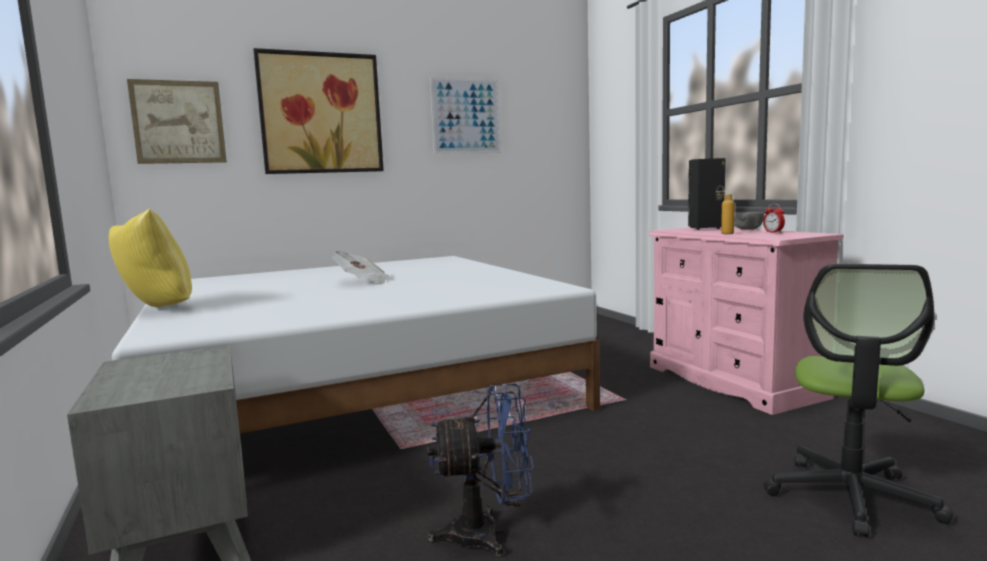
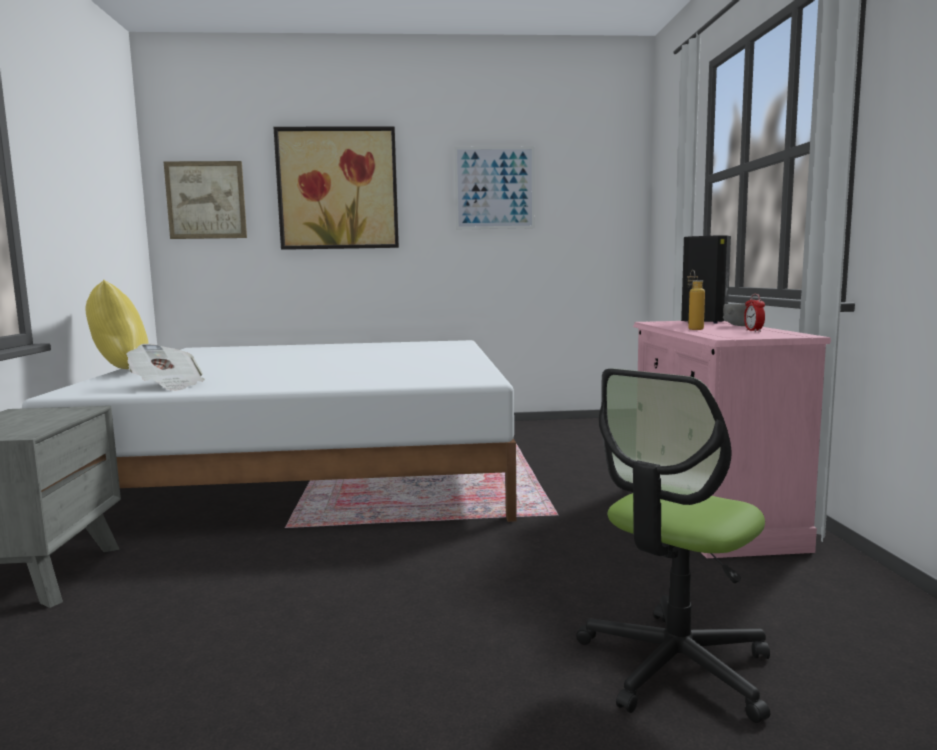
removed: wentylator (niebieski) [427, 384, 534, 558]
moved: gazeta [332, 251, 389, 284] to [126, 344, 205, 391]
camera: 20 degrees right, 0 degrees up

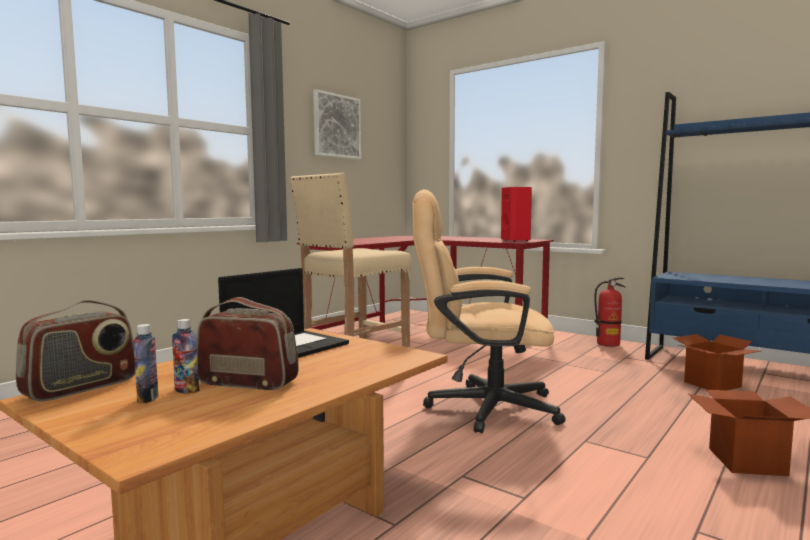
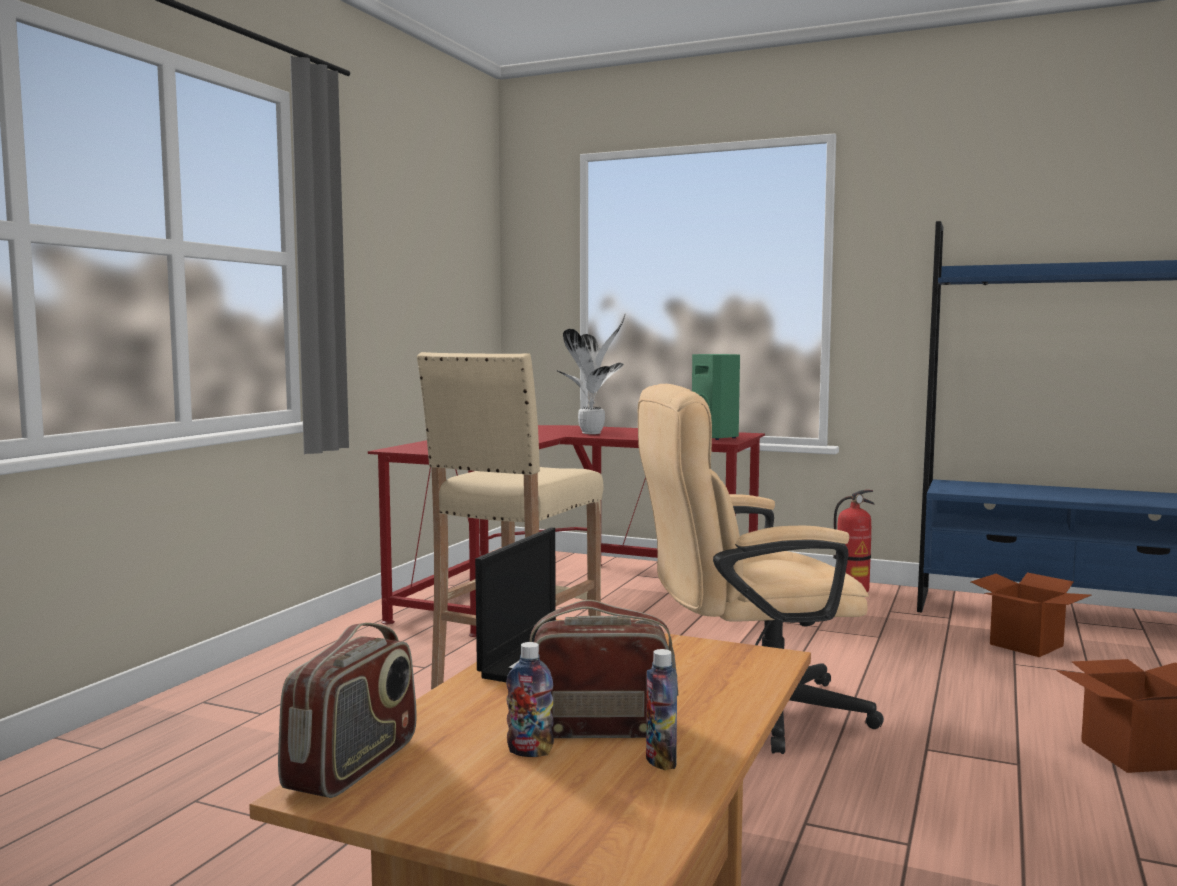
removed: obraz [313, 89, 361, 159]
added: roślina doniczkowa [556, 313, 626, 434]
moved: butelka [133, 324, 158, 403] to [646, 649, 677, 770]
recoloured: głośnik (czerwony) [501, 187, 532, 242] to głośnik (zielony) [692, 354, 740, 440]
camera: 15 degrees left, 0 degrees up

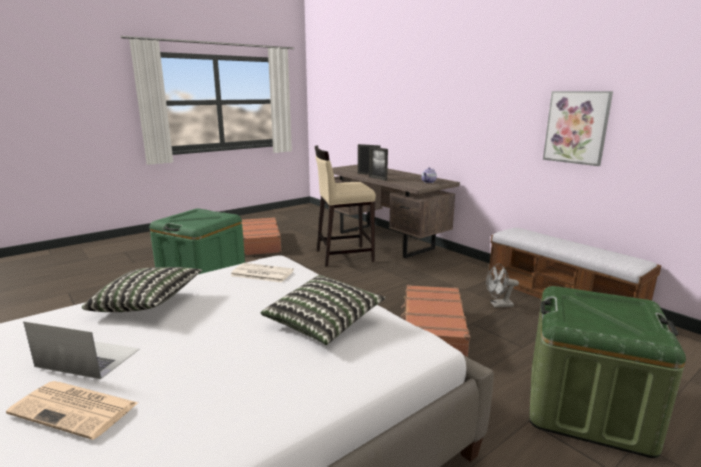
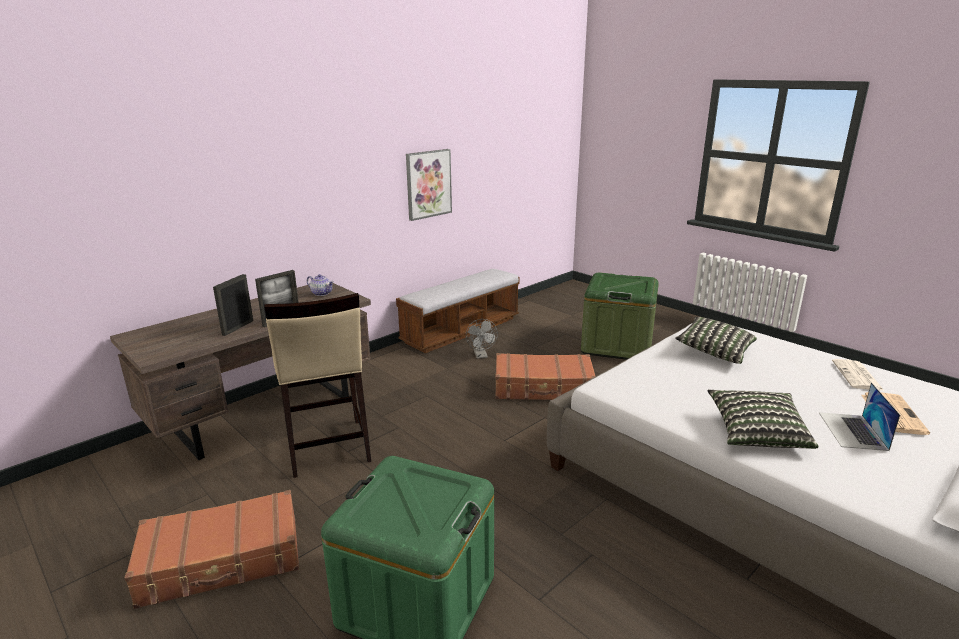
moved: gazeta [230, 263, 294, 283] to [832, 359, 884, 390]
camera: 95 degrees left, 5 degrees up

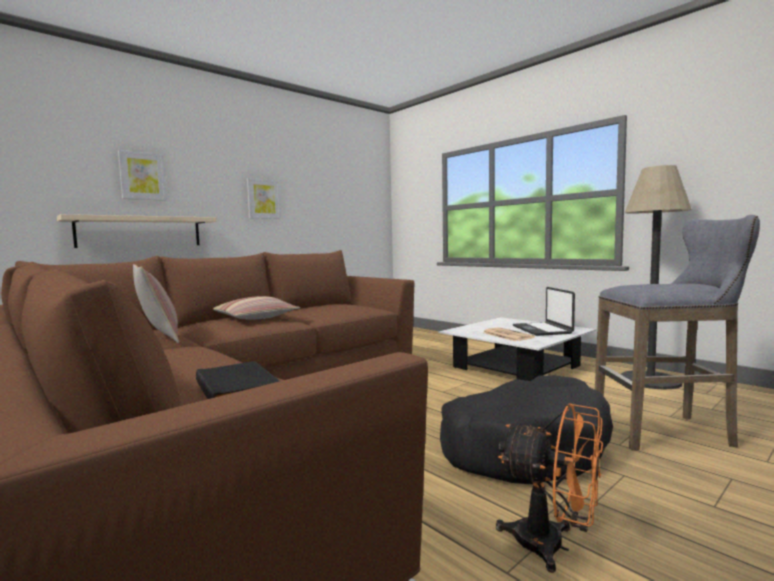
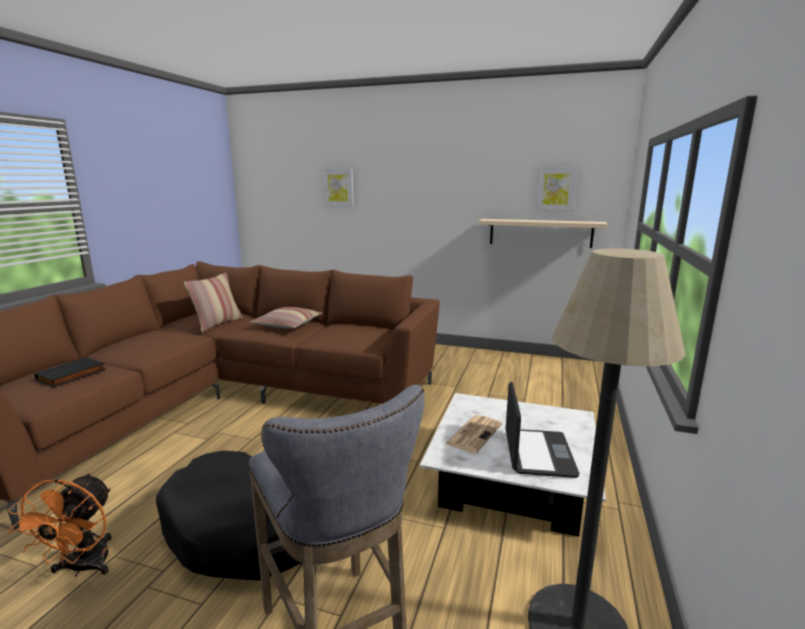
moved: obraz [247, 178, 281, 219] to [536, 167, 578, 211]; półka (beżowy) [57, 214, 217, 248] to [479, 219, 608, 248]
turned: laptop [513, 287, 575, 336] = [506, 382, 580, 478] 135 degrees clockwise
camera: 60 degrees right, 10 degrees up

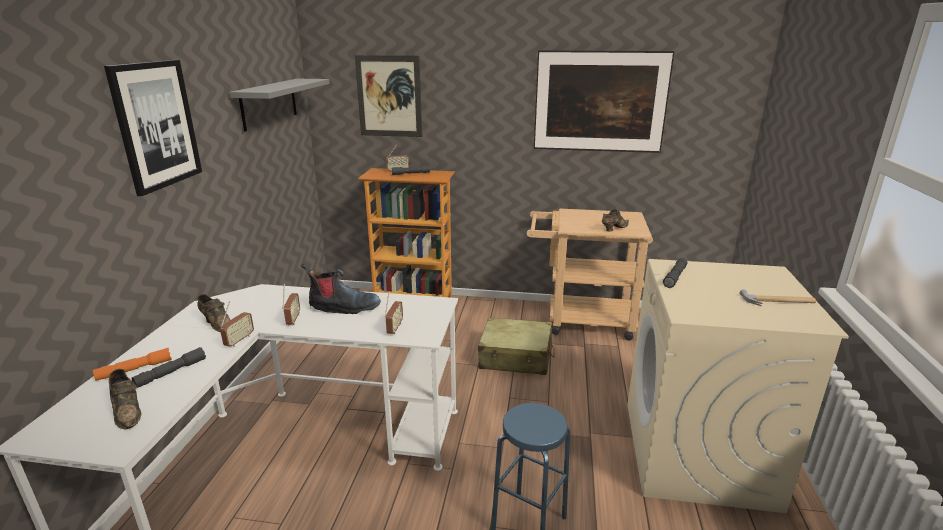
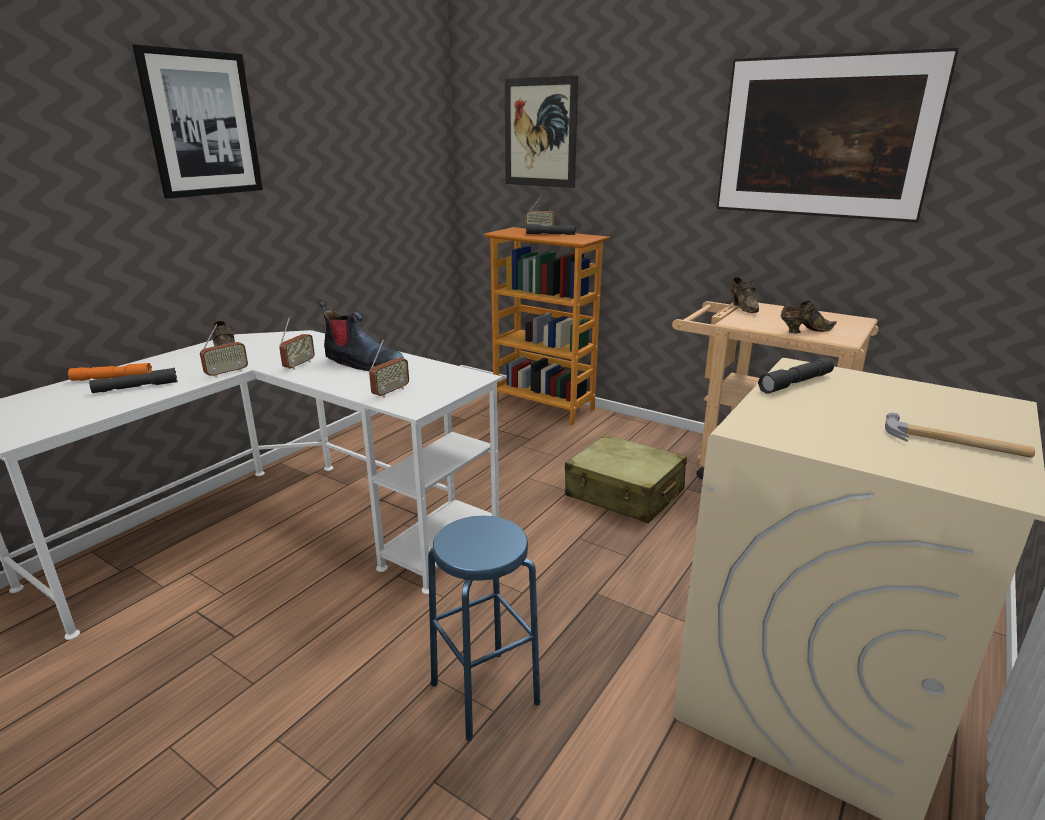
removed: półka (szary) [229, 79, 330, 132]
moved: but (brązowy) [109, 369, 141, 430] to [730, 277, 759, 313]
camera: 25 degrees right, 0 degrees up

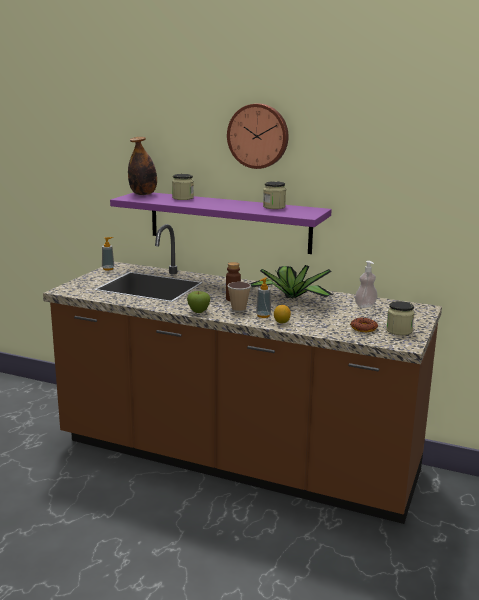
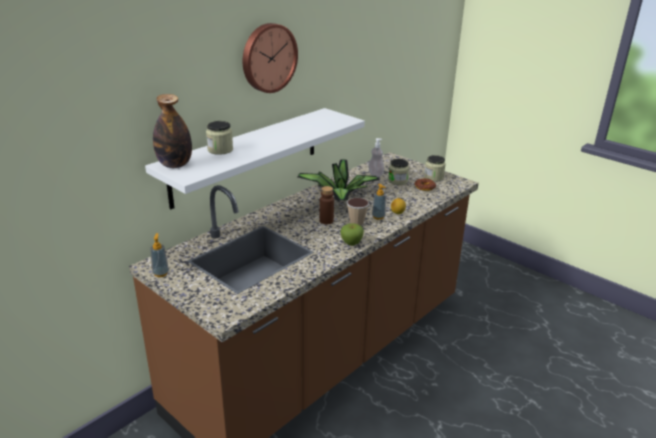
moved: słoik [263, 181, 286, 209] to [388, 159, 409, 185]
recoloured: półka (fioletowy) [110, 193, 332, 254] to półka (biały) [145, 108, 365, 209]
camera: 70 degrees left, 10 degrees up

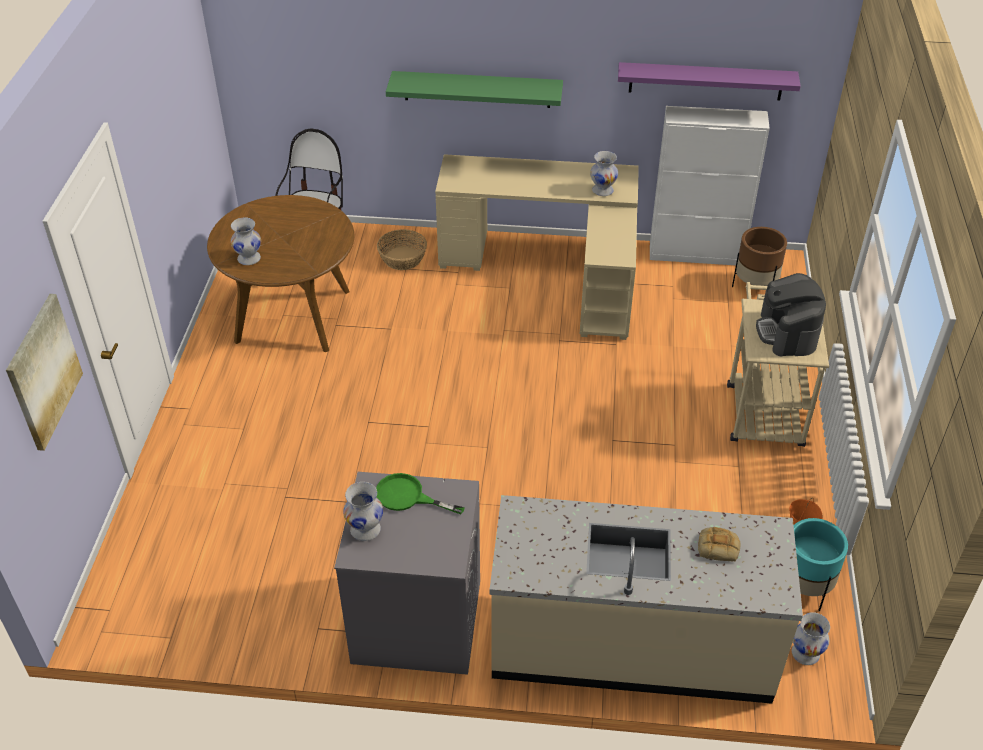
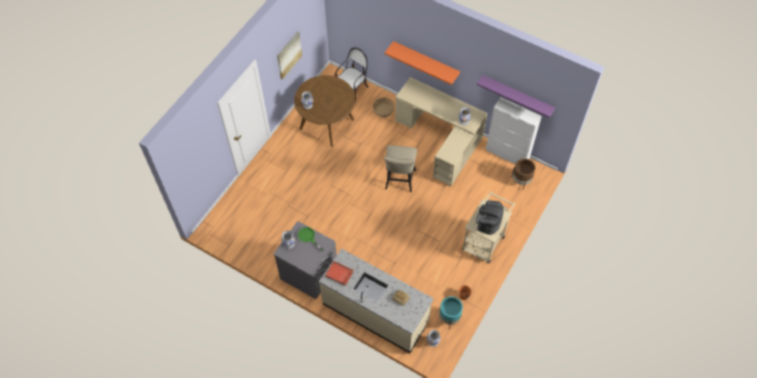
added: stołek (beżowy) [384, 145, 417, 192]; taca (czerwony) [325, 260, 354, 286]
moved: obraz [6, 294, 83, 451] to [277, 31, 302, 80]
recoloured: półka (zielony) [386, 71, 563, 108] to półka (pomarańczowy) [385, 41, 460, 85]
camera: 25 degrees right, 15 degrees up

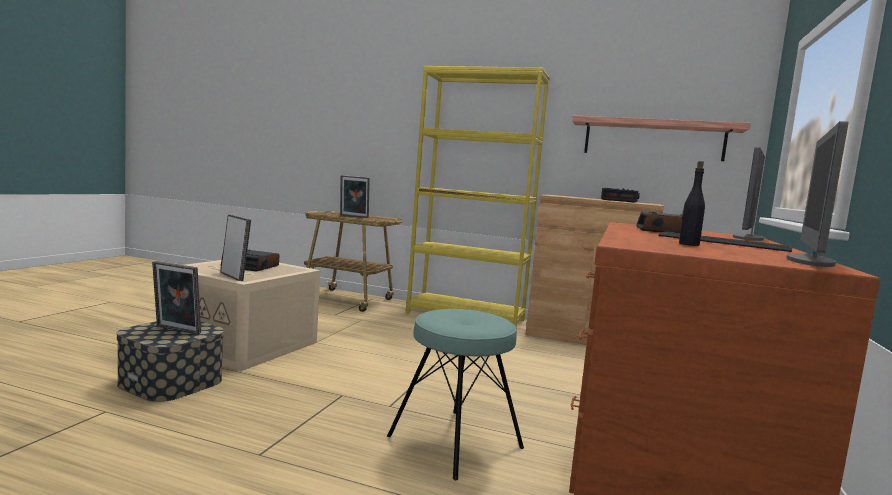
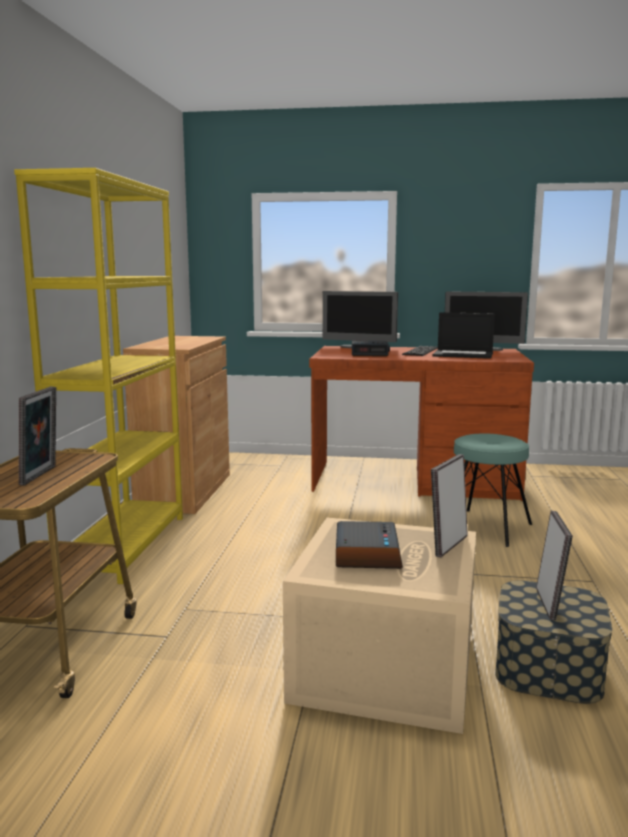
removed: półka [572, 116, 751, 161]; budzik [601, 188, 640, 203]
replaced: butelka (czarny) [679, 161, 705, 246] to laptop [432, 312, 495, 359]
camera: 100 degrees left, 5 degrees up

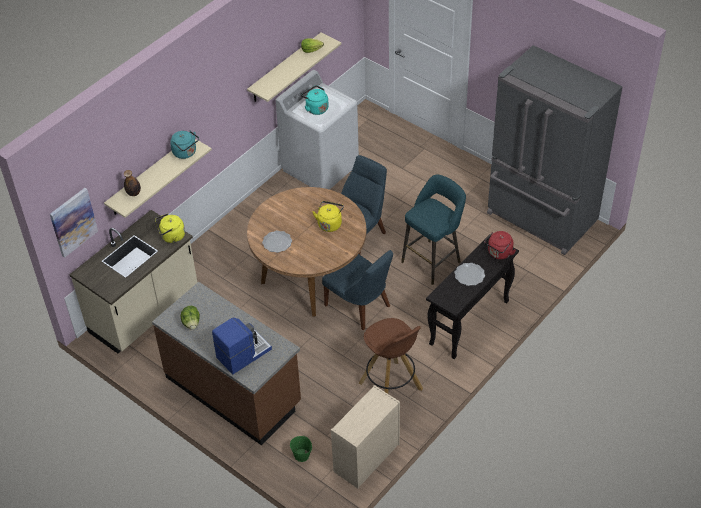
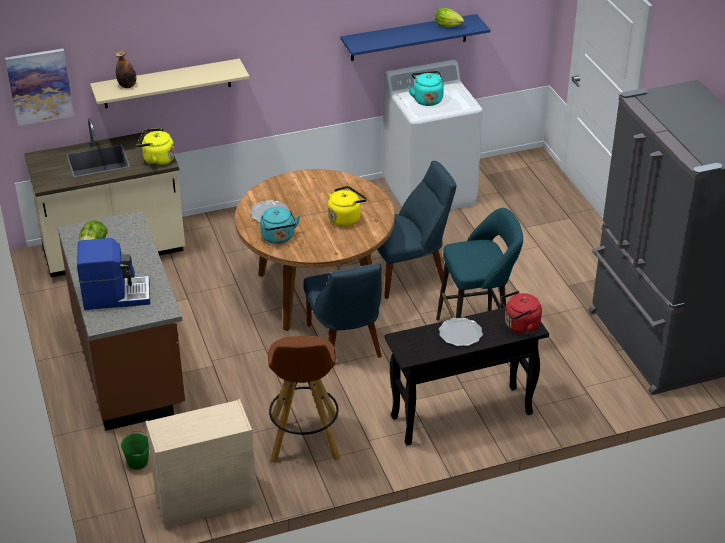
moved: czajnik (turkusowy) [170, 130, 199, 159] to [260, 207, 300, 244]
recoloured: półka (beżowy) [247, 32, 342, 102] to półka (niebieski) [341, 14, 490, 61]
camera: 30 degrees right, 10 degrees down

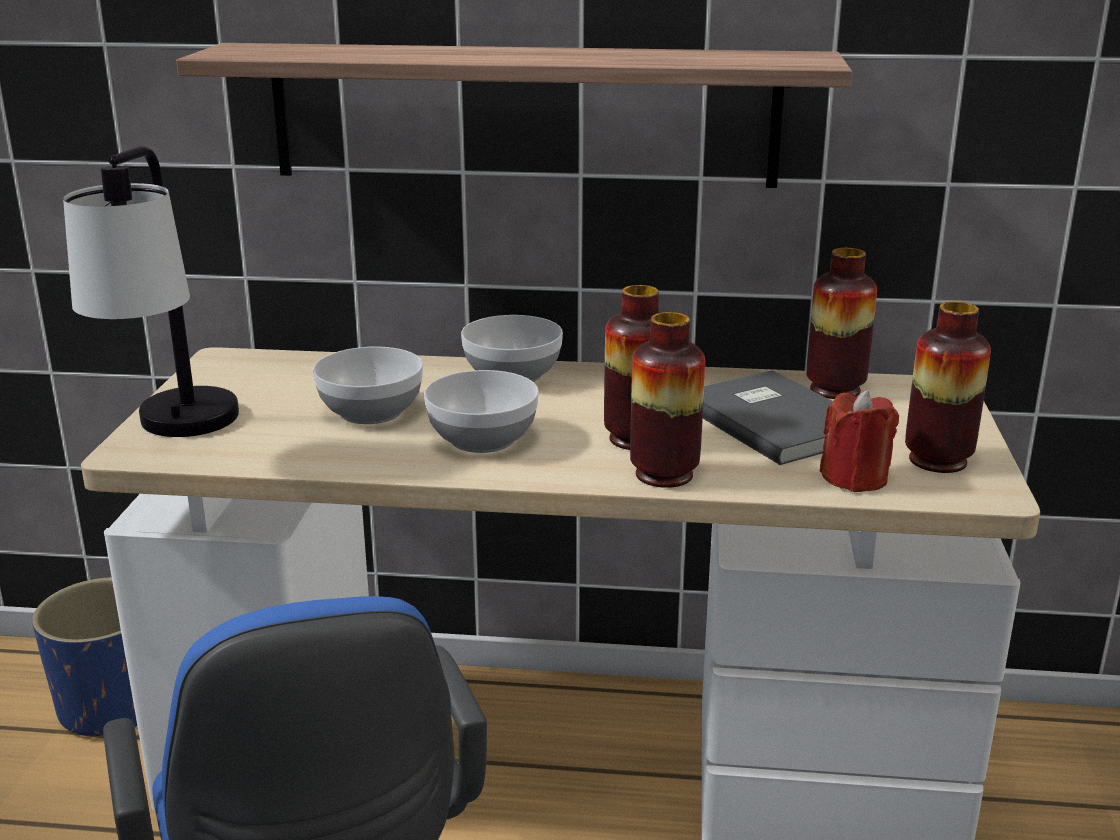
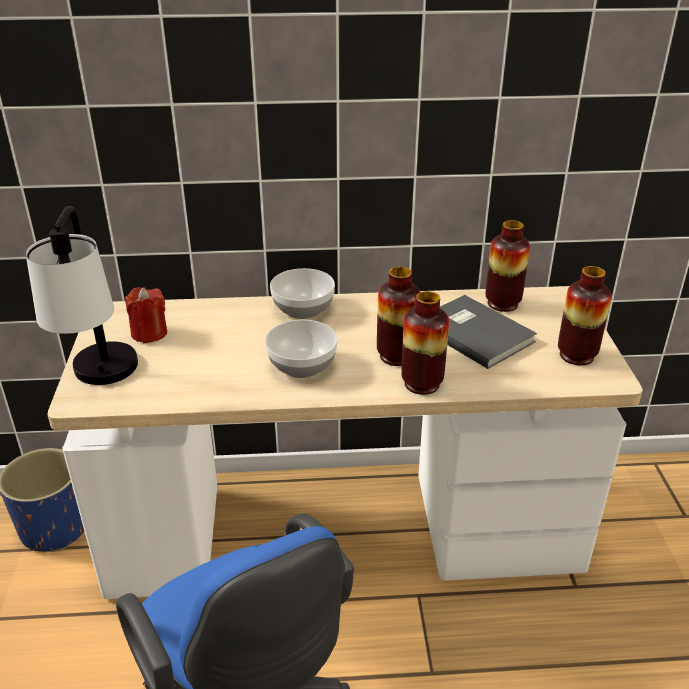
removed: półka [176, 43, 852, 188]; miska [313, 347, 423, 424]
moved: świeca (czerwony) [820, 390, 899, 492] to [125, 287, 167, 343]
camera: 10 degrees left, 10 degrees up

